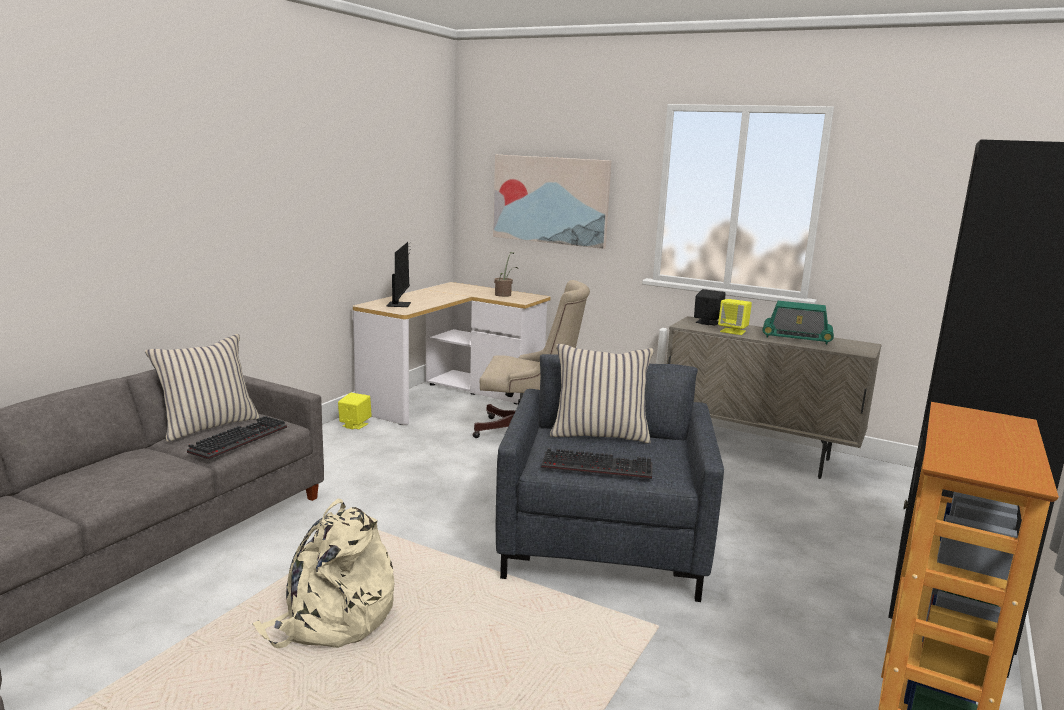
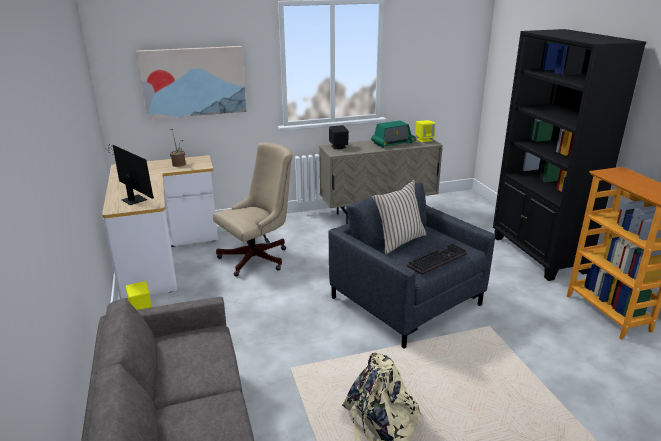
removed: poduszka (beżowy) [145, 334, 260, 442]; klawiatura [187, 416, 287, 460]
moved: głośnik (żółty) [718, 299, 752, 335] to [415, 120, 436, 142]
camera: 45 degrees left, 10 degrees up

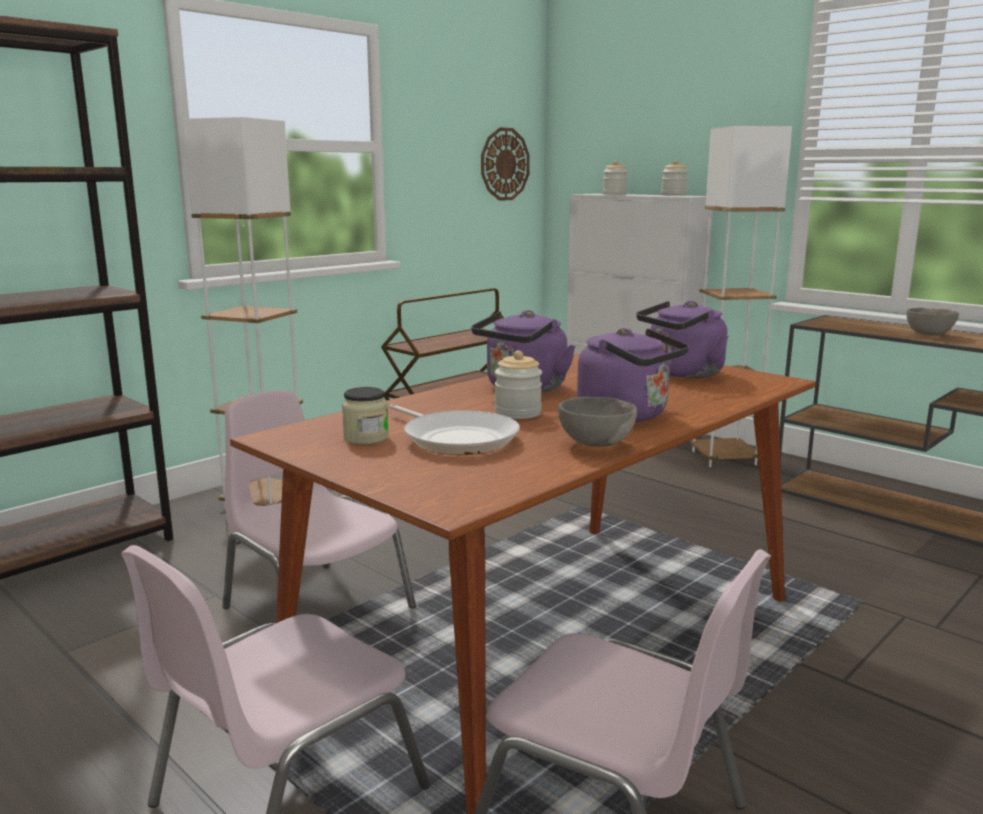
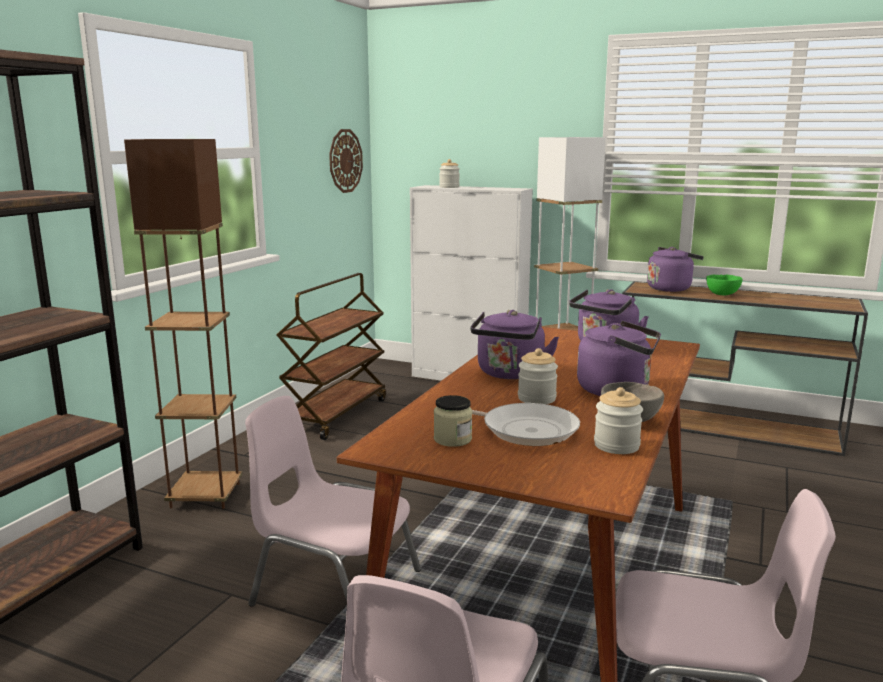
added: czajnik (fioletowy) [647, 247, 704, 292]
moved: słoik [661, 160, 688, 196] to [594, 387, 643, 454]
recoloured: lampa stojąca (biały) [183, 117, 303, 508] to lampa stojąca (brązowy) [124, 139, 243, 509]; miska (szary) [907, 308, 959, 336] to miska (zielony) [706, 275, 743, 295]
camera: 20 degrees left, 0 degrees up

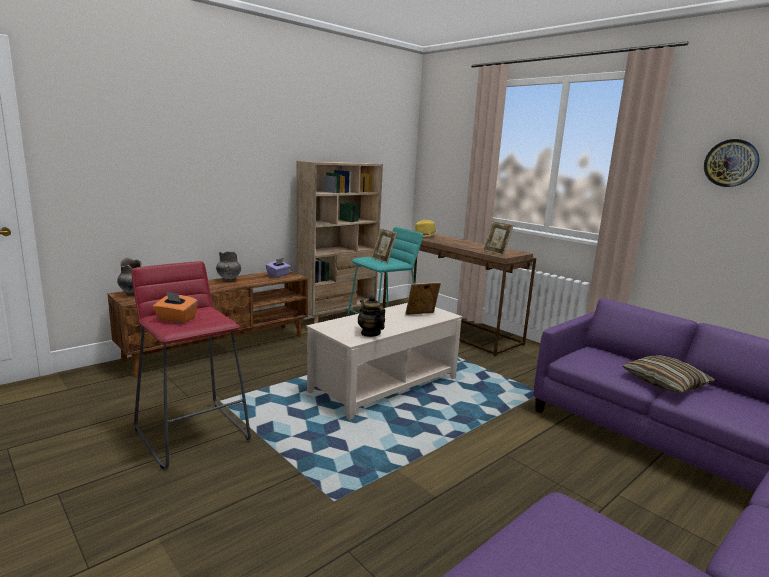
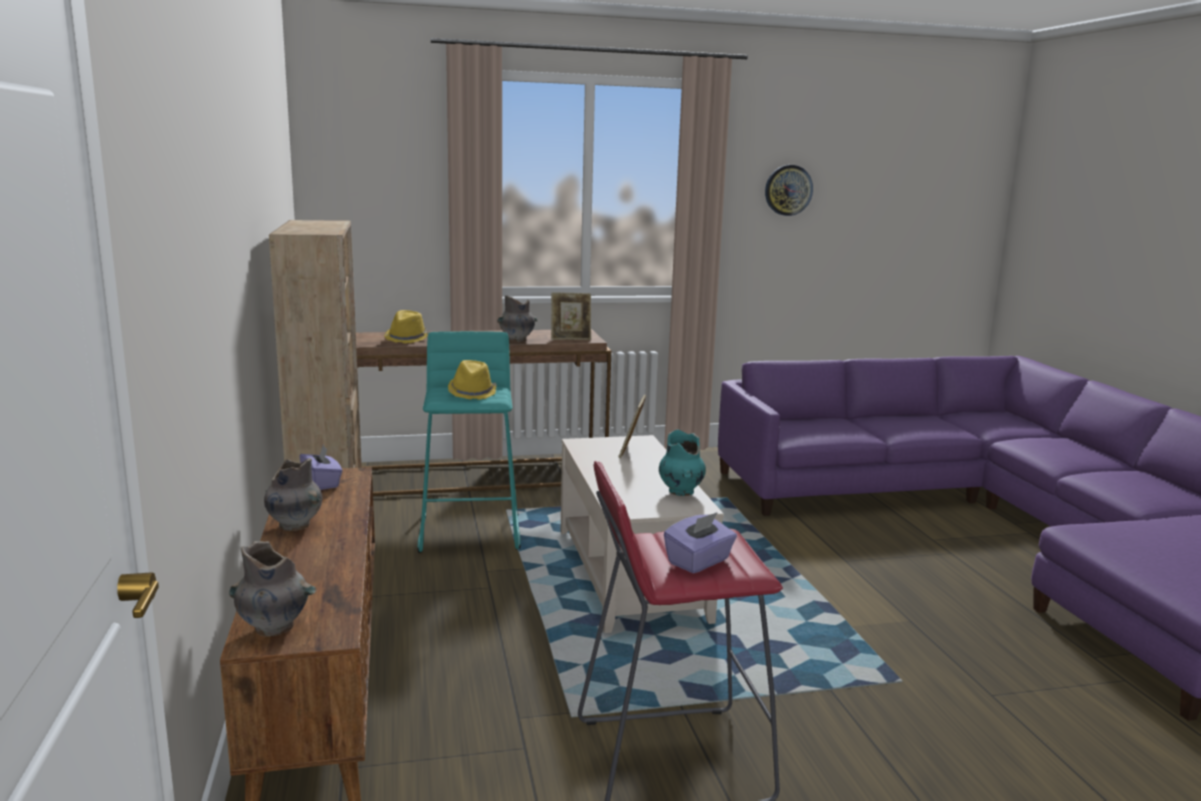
removed: poduszka [623, 355, 716, 393]
added: wazon (szary) [497, 295, 538, 342]
replaced: ramka na zdjęcie [371, 228, 397, 263] to kapelusz (żółty) [448, 360, 497, 400]; imbryk [358, 295, 385, 337] to wazon (turkusowy) [659, 429, 706, 496]
recoloured: pudełko chusteczek (pomarańczowy) [153, 291, 198, 323] to pudełko chusteczek (fioletowy) [664, 512, 737, 573]
camera: 60 degrees left, 0 degrees up

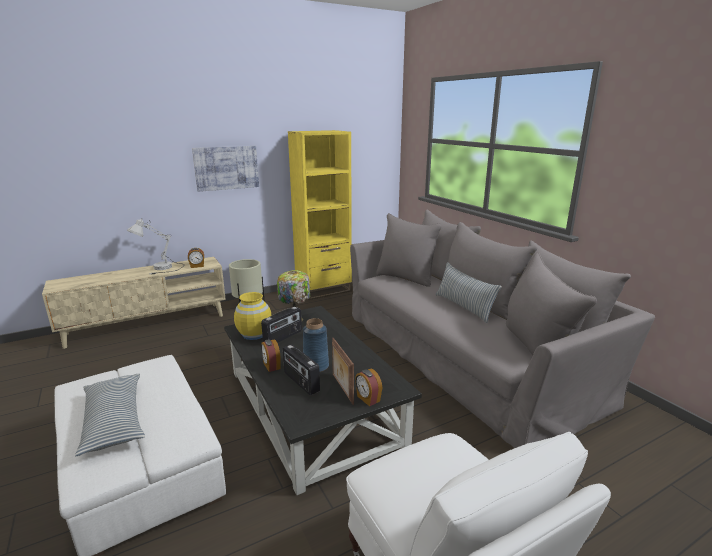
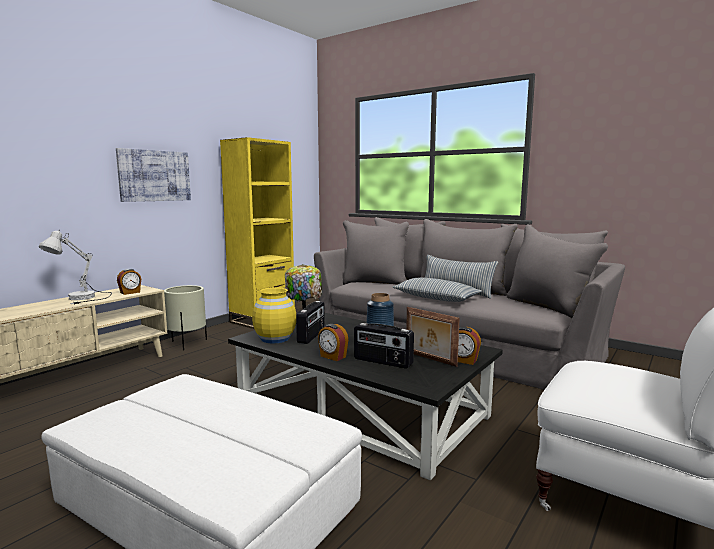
moved: poduszka [75, 374, 145, 456] to [393, 277, 482, 302]
camera: 25 degrees left, 10 degrees down

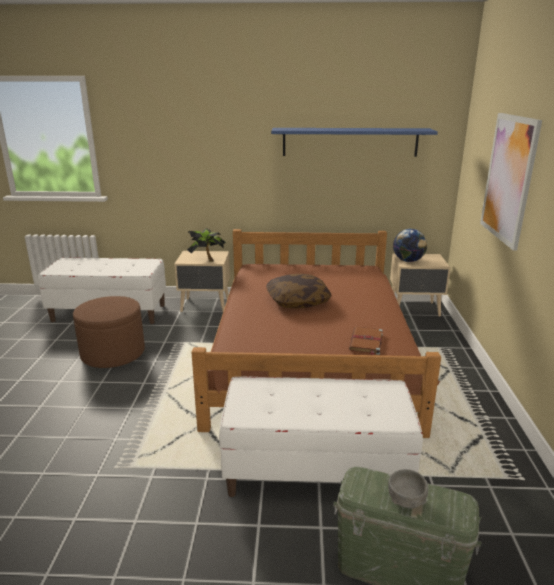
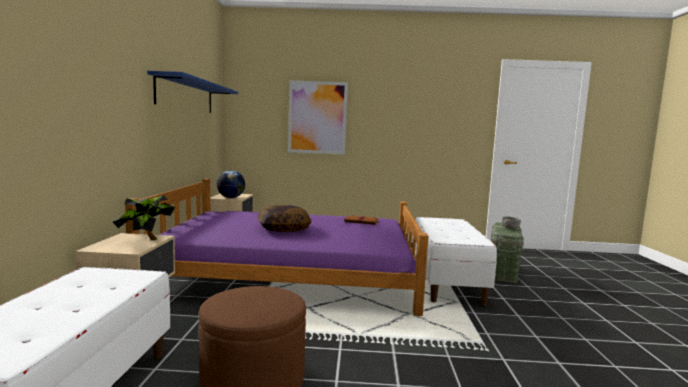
recoloured: łóżko (brązowy) [191, 229, 441, 438] to łóżko (fioletowy) [125, 179, 429, 316]
camera: 90 degrees left, 15 degrees down

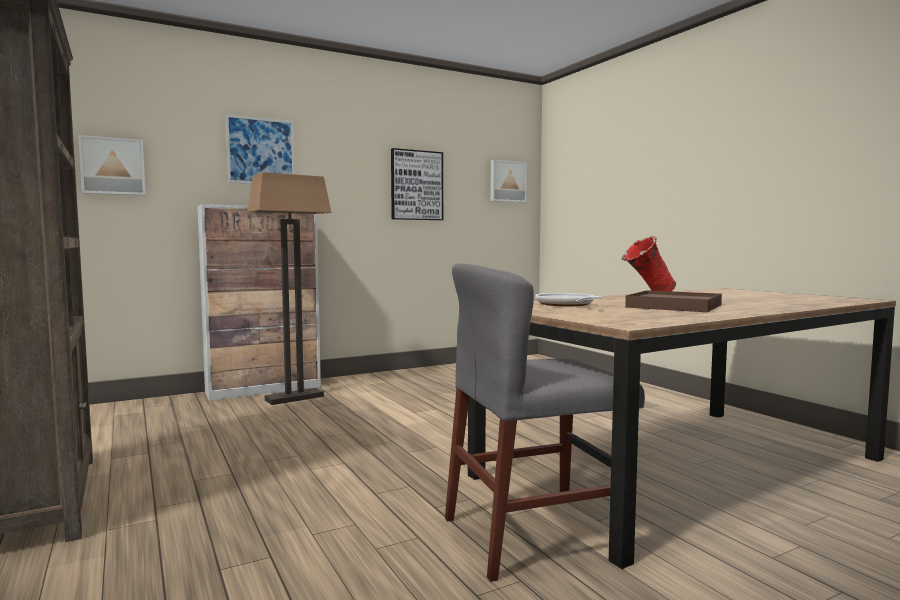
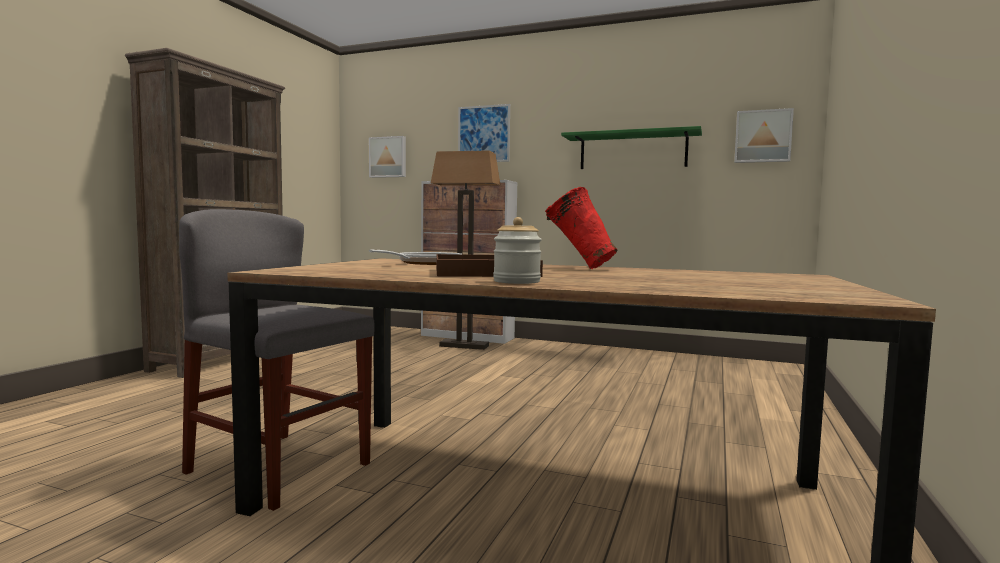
added: słoik [493, 217, 542, 284]
replaced: obraz [391, 148, 443, 220] to półka (zielony) [561, 126, 702, 169]
camera: 50 degrees right, 0 degrees up

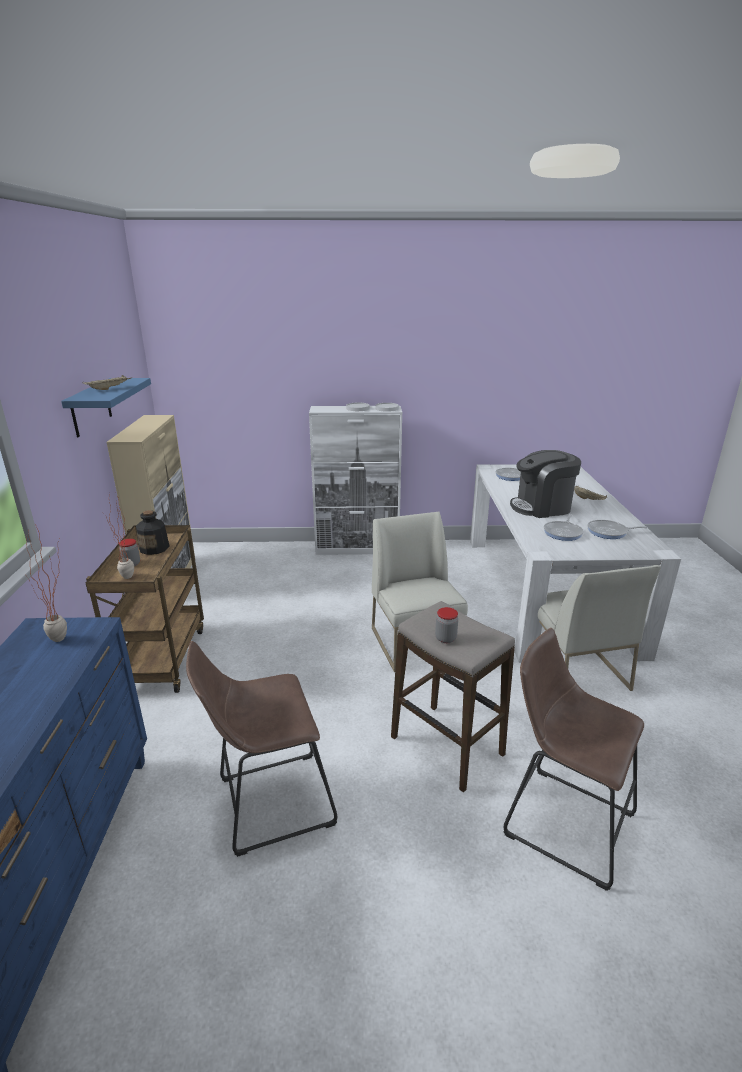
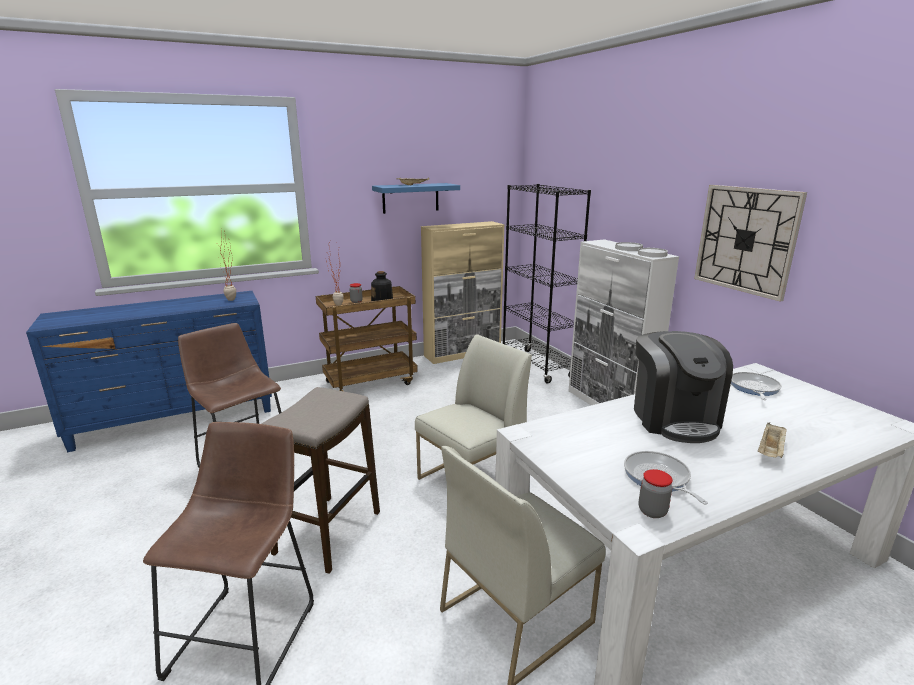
removed: patelnia [544, 514, 584, 541]
added: regał (czarny) [503, 184, 591, 384]; zegar ścienny [694, 185, 807, 302]
moved: słoik [435, 607, 458, 643] to [639, 469, 673, 518]
turned: ekspres do kawy [510, 450, 581, 518] = [634, 331, 733, 443] 150 degrees counterclockwise
camera: 65 degrees right, 5 degrees down

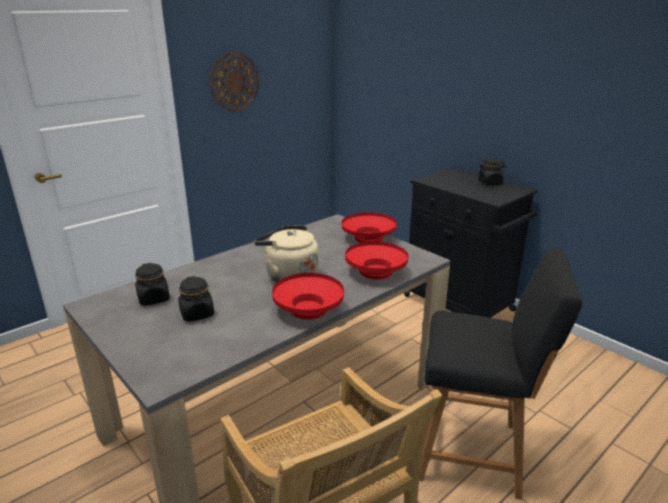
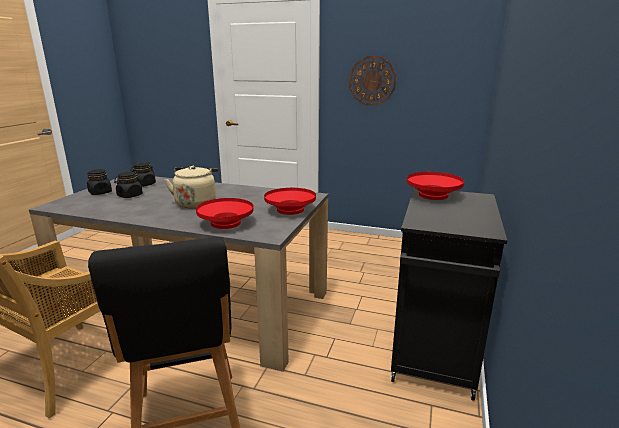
moved: słoik (czarny) [478, 158, 506, 185] to [87, 169, 112, 195]; miska (czerwony) [272, 273, 344, 320] to [407, 172, 464, 200]
camera: 60 degrees right, 5 degrees down

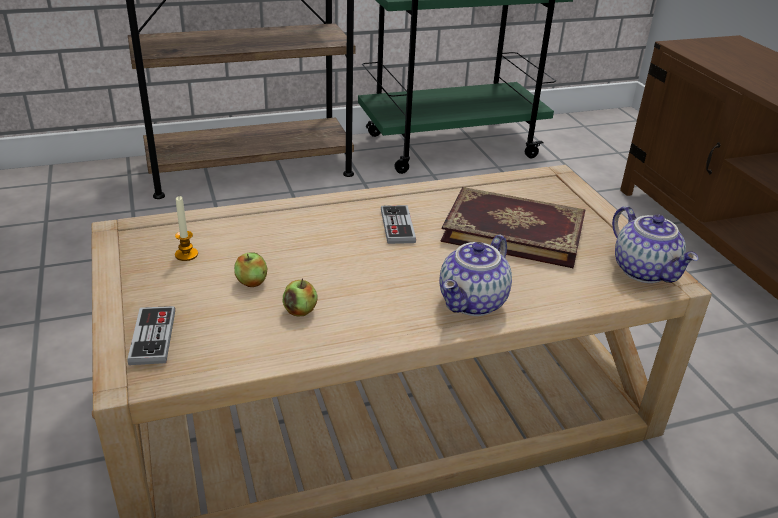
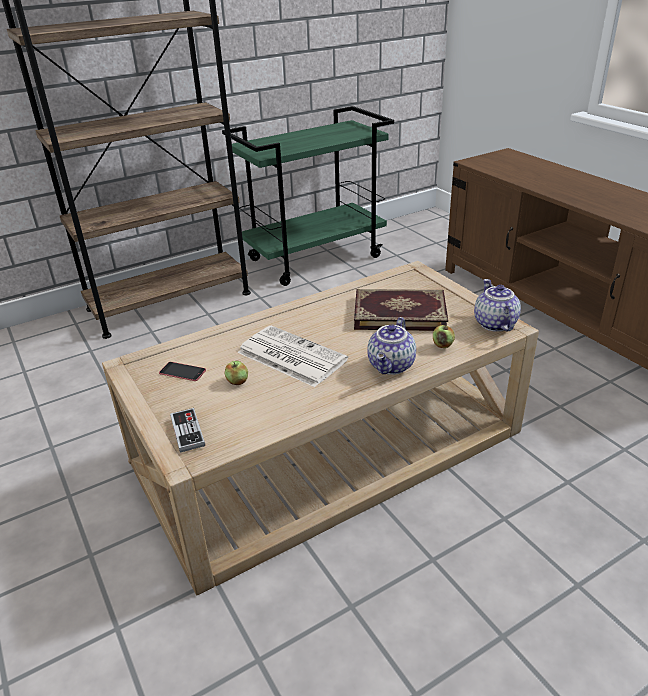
removed: pad do gier [381, 205, 416, 244]
added: gazeta [237, 325, 348, 387]
moved: jabłko [283, 279, 317, 317] to [433, 324, 455, 348]
replaced: świeca [175, 196, 198, 261] to telefon [159, 362, 206, 381]
turned: imbryk [612, 206, 699, 283] = [474, 279, 521, 332] 150 degrees counterclockwise
camera: 10 degrees left, 0 degrees up

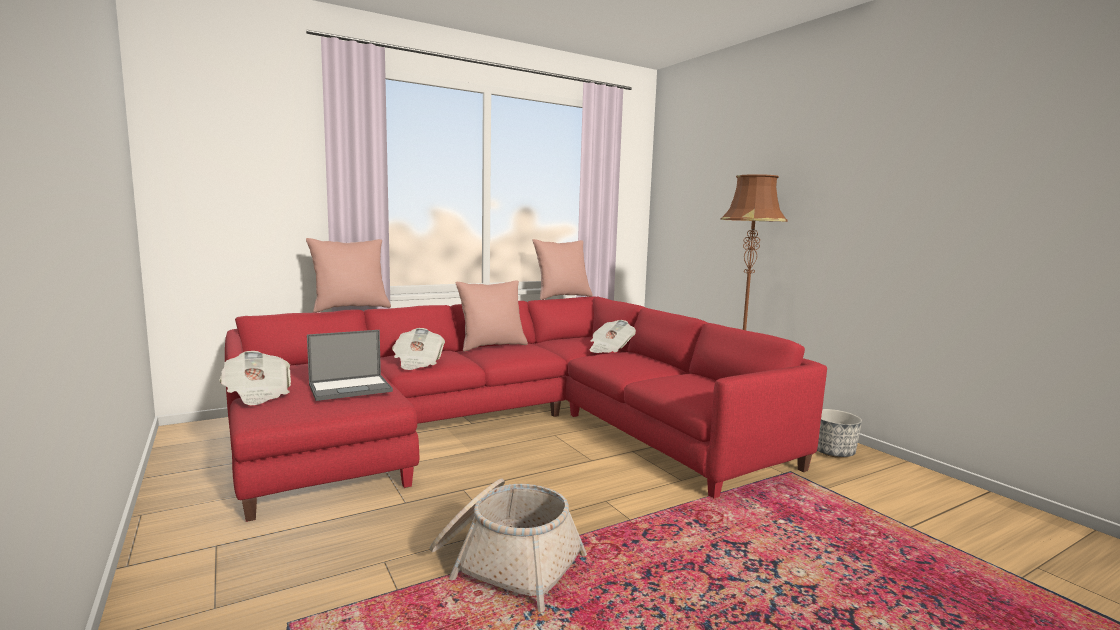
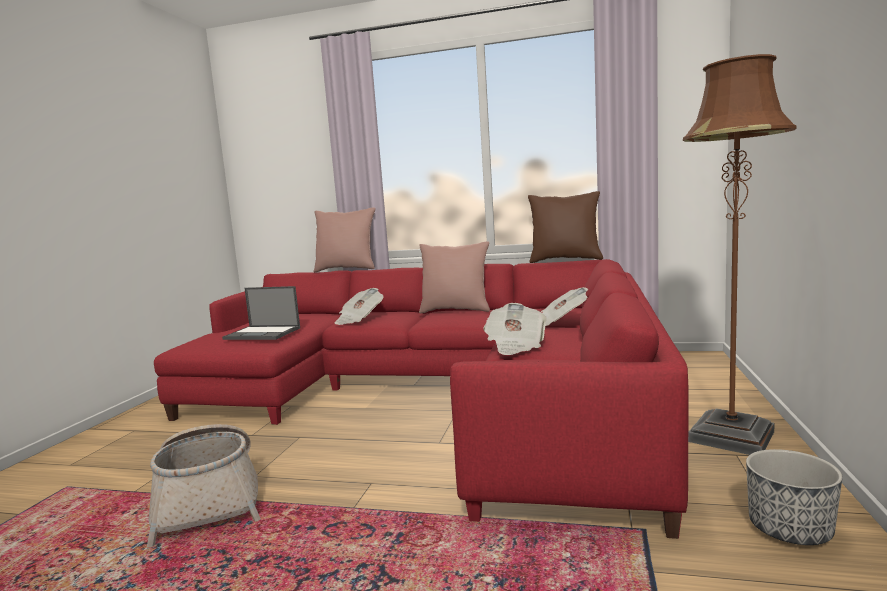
moved: gazeta [219, 351, 291, 406] to [483, 303, 547, 355]
recoloured: poduszka (różowy) [533, 239, 593, 300] to poduszka (brązowy) [528, 191, 603, 263]
camera: 45 degrees right, 0 degrees up

